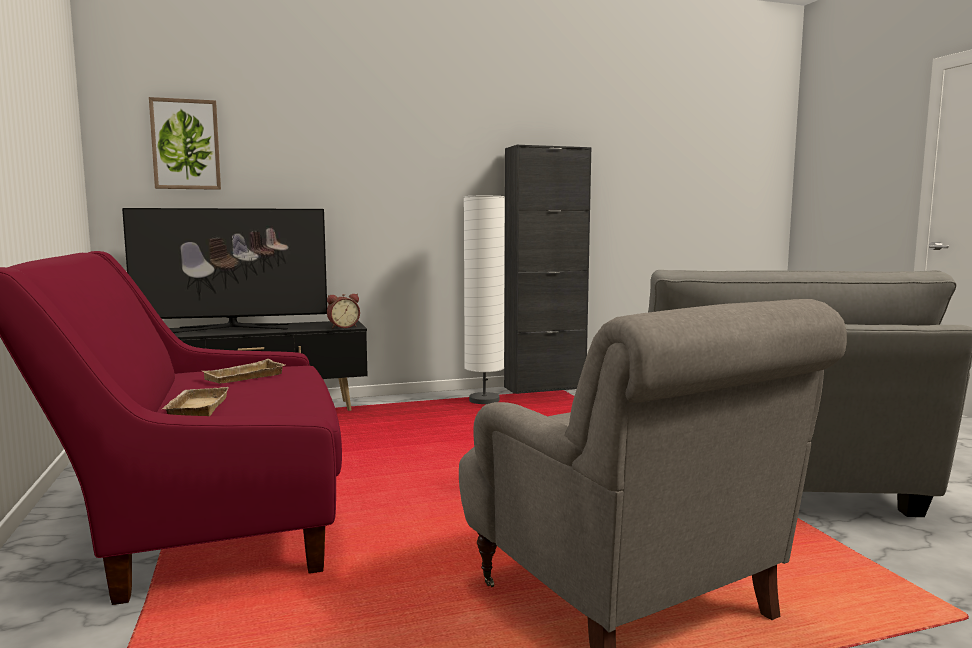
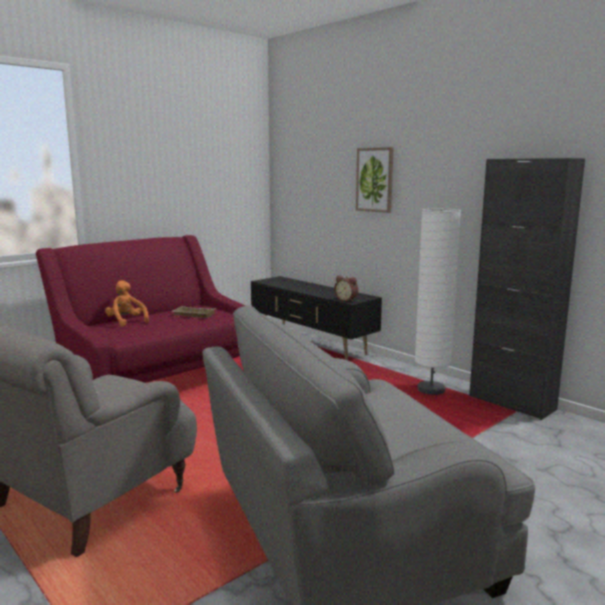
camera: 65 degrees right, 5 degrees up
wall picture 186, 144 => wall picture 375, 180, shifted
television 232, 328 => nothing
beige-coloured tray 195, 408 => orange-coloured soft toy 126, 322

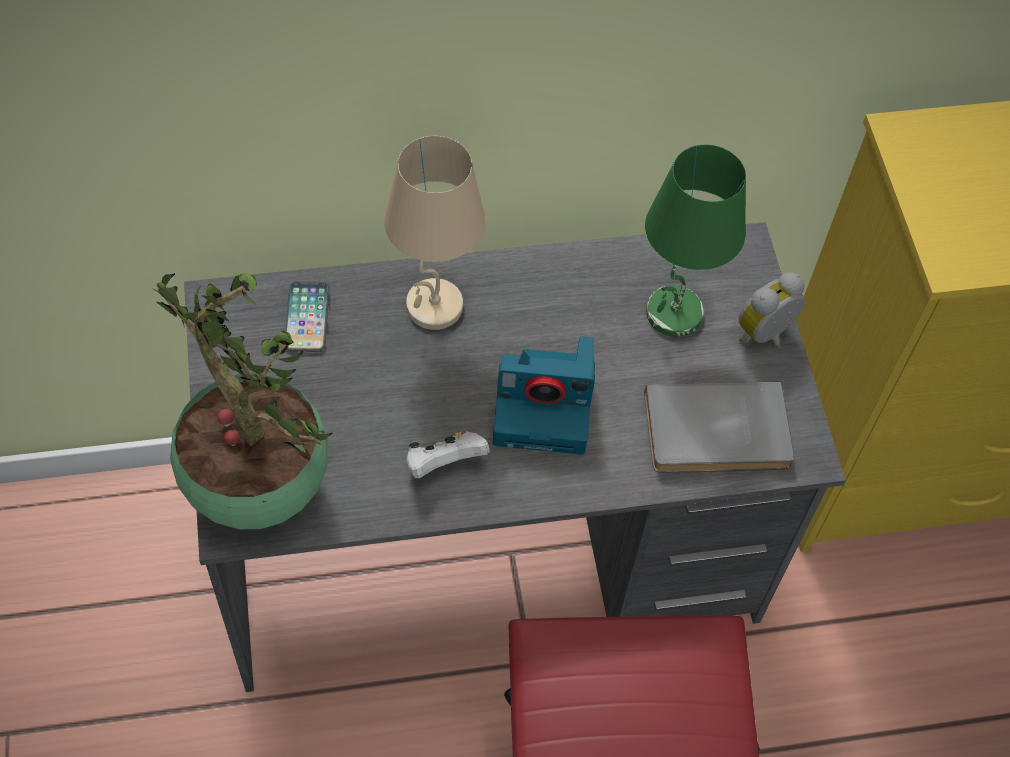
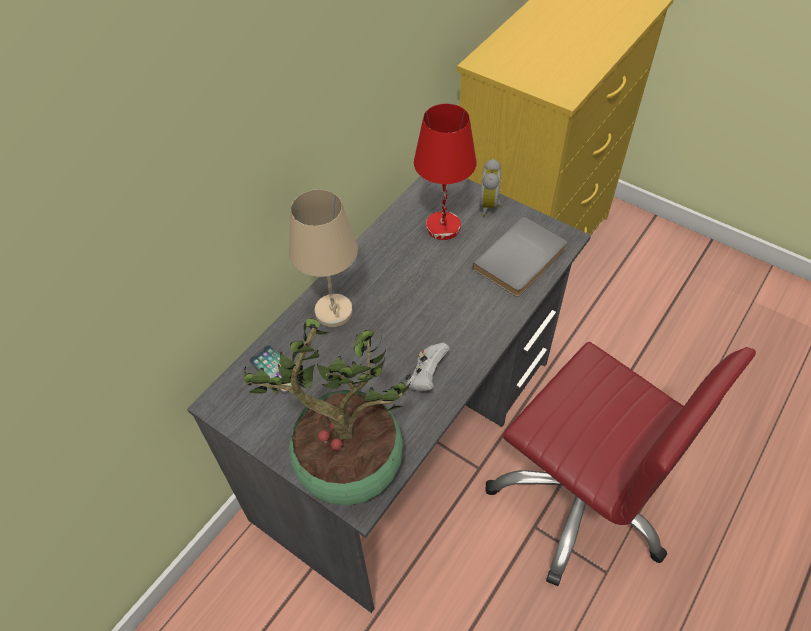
camera: 40 degrees left, 5 degrees down
green-coloured tabletop lamp 674, 314 => red tabletop lamp 443, 228
still camera 545, 405 => nothing

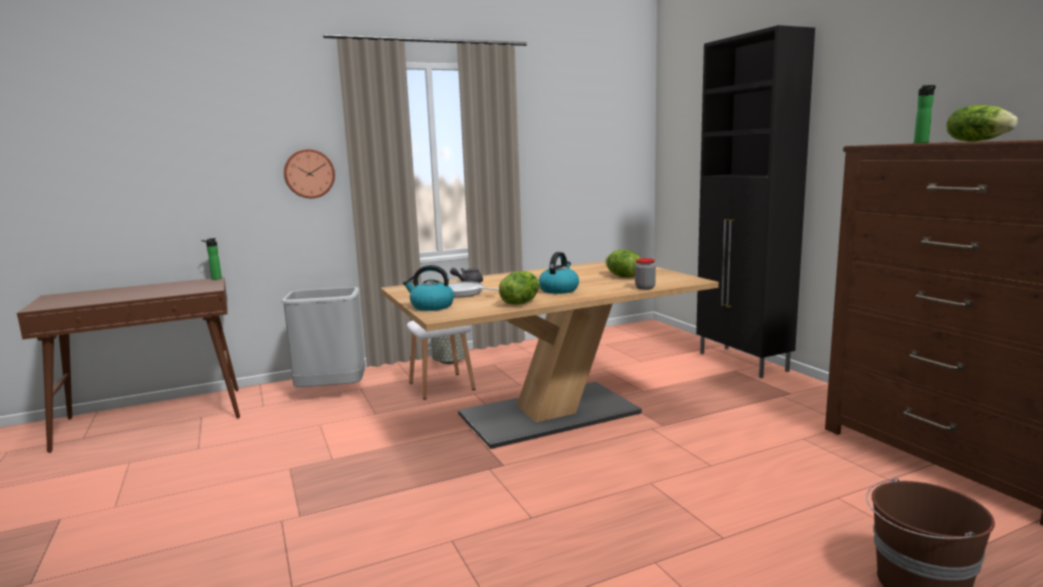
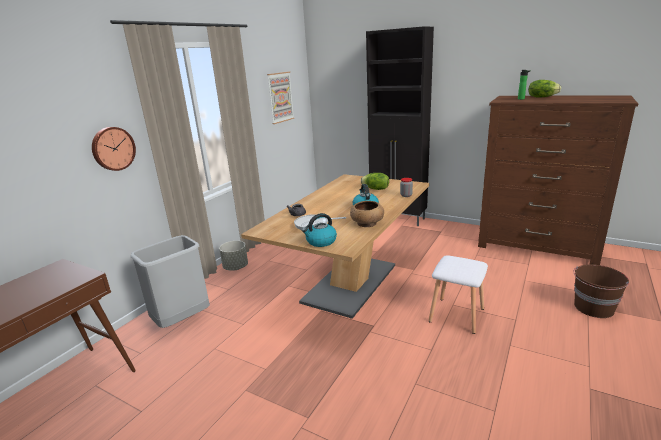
camera: 35 degrees left, 10 degrees up
beverage bottle 215, 279 => nothing
lettuce 520, 302 => brown serving bowl 367, 223
white-coloured stool 442, 385 => white-coloured stool 456, 314, shifted
nothing => wall picture 280, 97

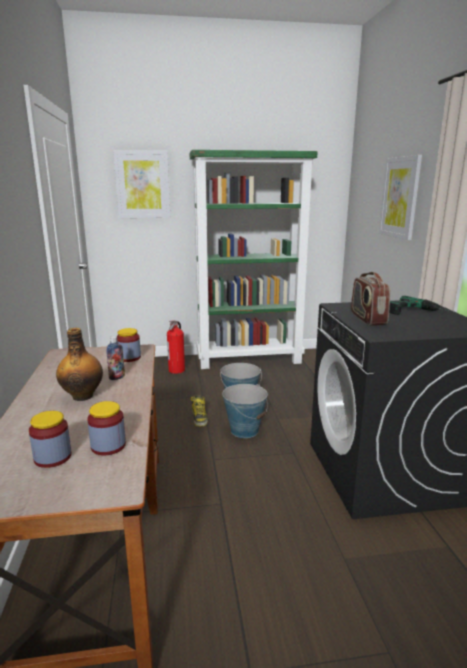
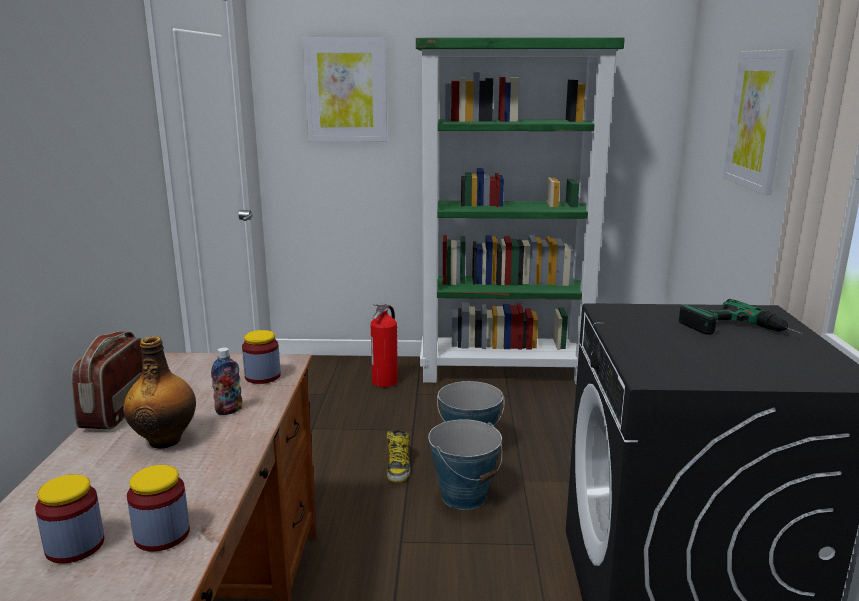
camera: 10 degrees right, 0 degrees up
radio 367, 319 => radio 116, 410, shifted

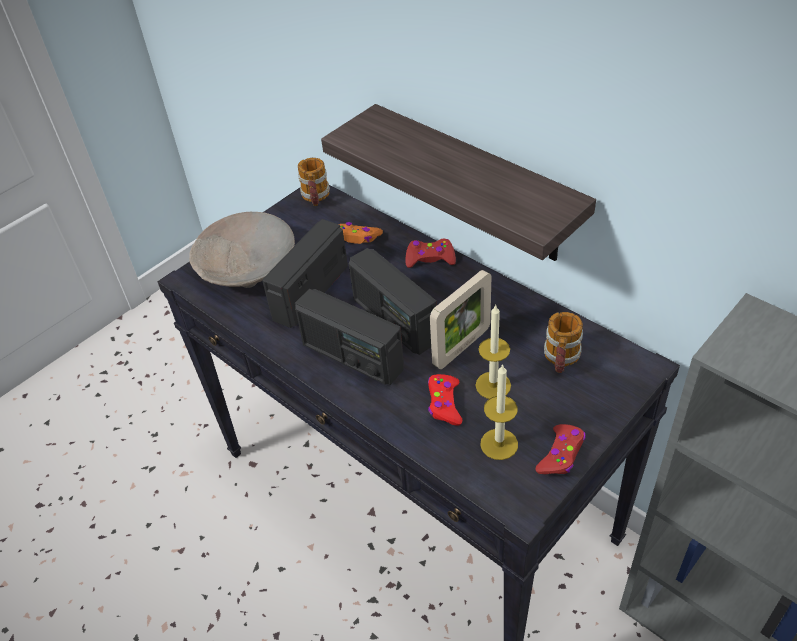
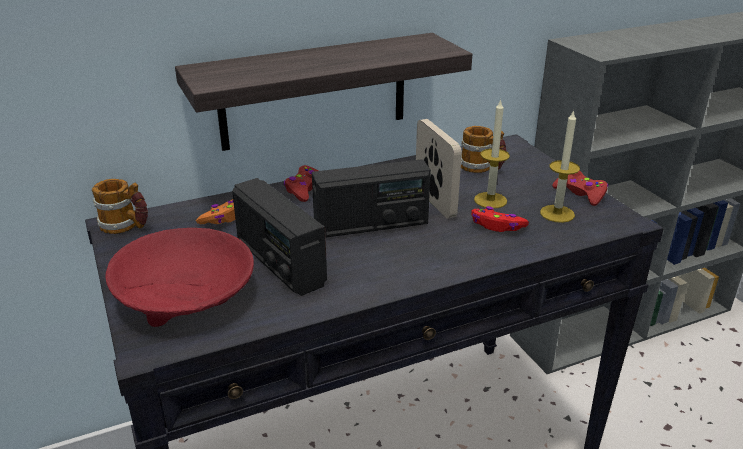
camera: 70 degrees left, 15 degrees down
beige-coloured serving bowl 248, 266 => red serving bowl 186, 295
radio 352, 356 => nothing

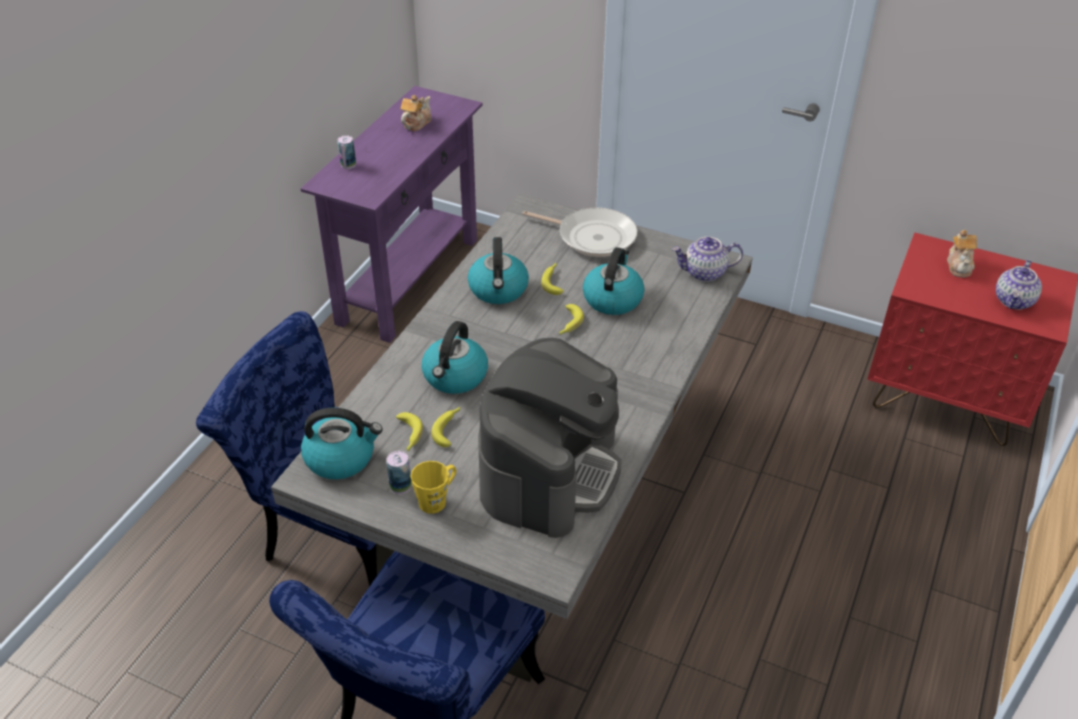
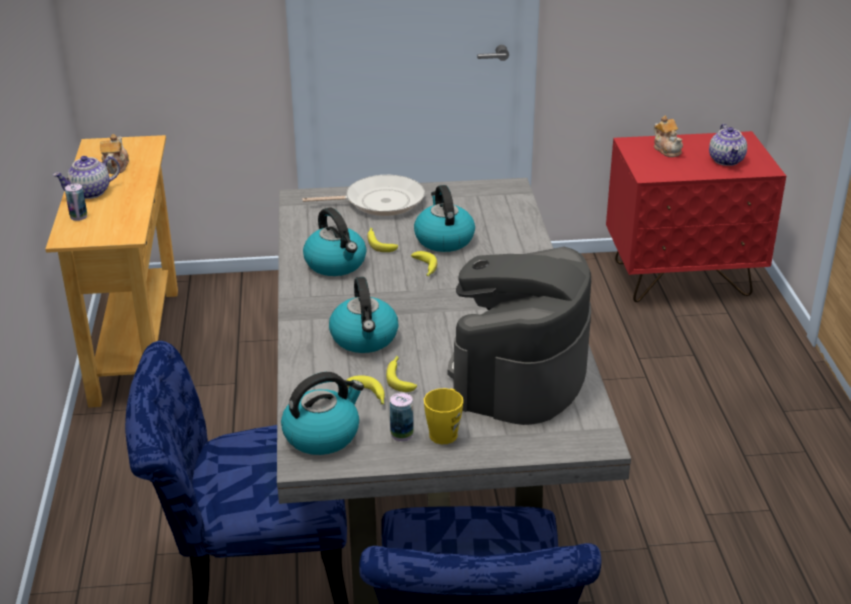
camera: 30 degrees left, 10 degrees down
purple-coloured hall table 408, 280 => beige-coloured hall table 136, 345
tea pot 704, 273 => tea pot 90, 193, shifted
coffee maker 549, 470 => coffee maker 519, 374, 150 degrees counterclockwise

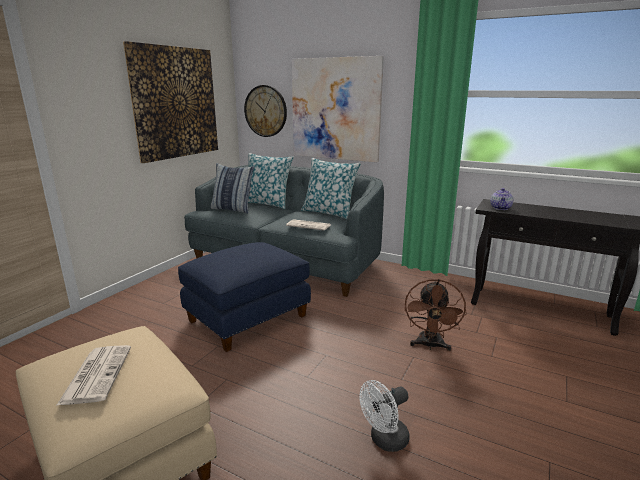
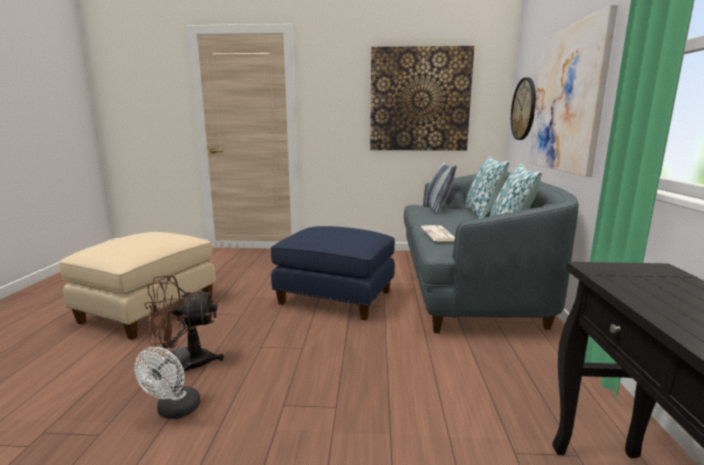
camera: 65 degrees right, 5 degrees down
tea pot 501, 208 => nothing
brown cooling fan 430, 345 => brown cooling fan 186, 363, shifted
printed paper 96, 374 => nothing
white-coloured cooling fan 384, 440 => white-coloured cooling fan 174, 411, 105 degrees counterclockwise

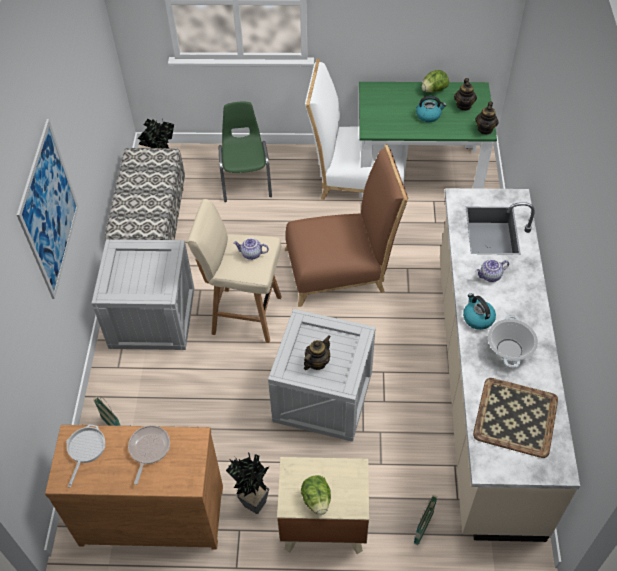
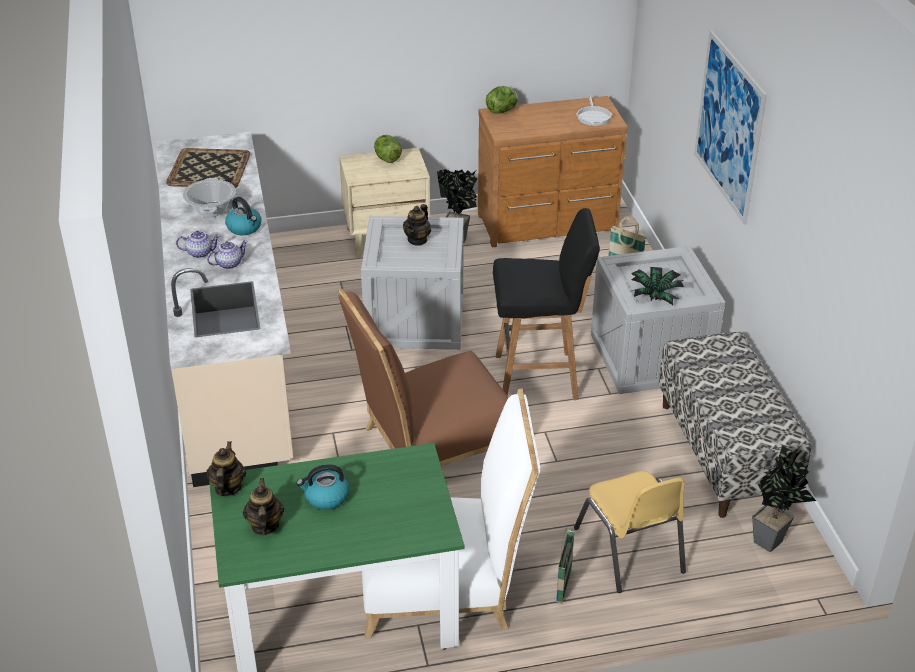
camera: 165 degrees right, 15 degrees down
lettuce 433, 90 => lettuce 502, 111, shifted
green-coloured chair 246, 179 => yellowish chair 629, 550
beige-coloured stool 244, 314 => black stool 539, 377
tea pot 251, 254 => tea pot 200, 253, shifted
frying pan 148, 449 => nothing
household basket 423, 528 => household basket 563, 586, shifted
nothing => plant in a pot 655, 296

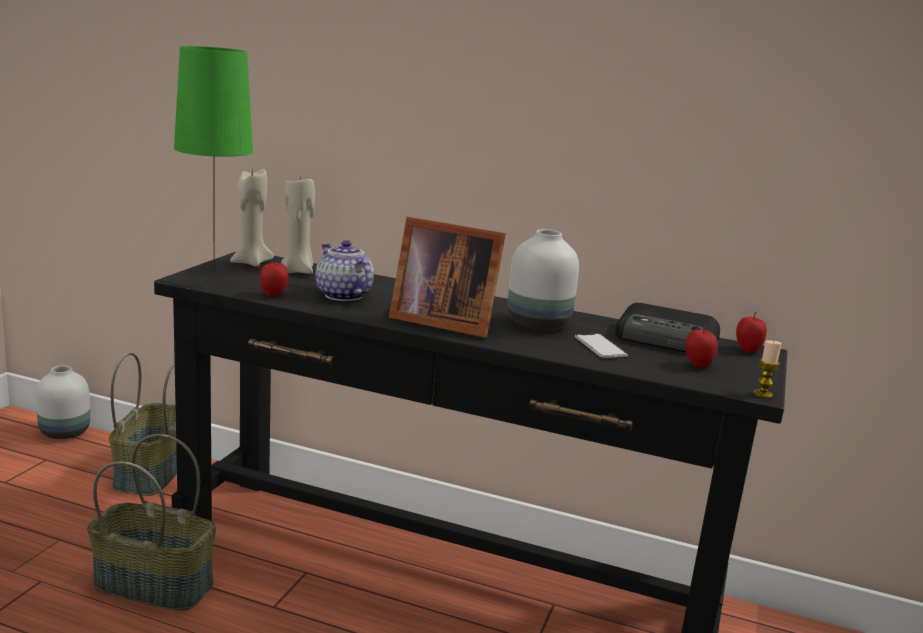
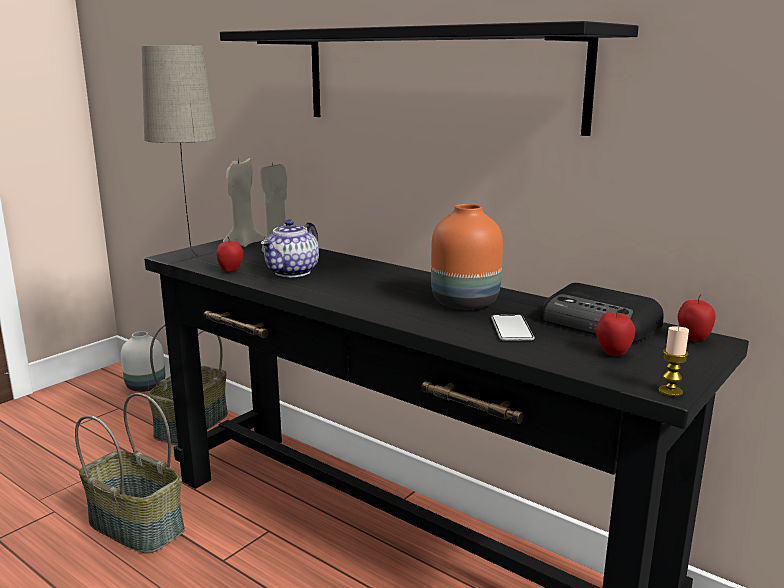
camera: 20 degrees right, 0 degrees up
green-coloured tabletop lamp 214, 283 => beige-coloured tabletop lamp 191, 260
photo frame 441, 321 => nothing
white-coloured vase 538, 323 => orange-coloured vase 466, 302
tea pot 342, 295 => tea pot 293, 272, 135 degrees counterclockwise
nothing => black bracket shelf 435, 78

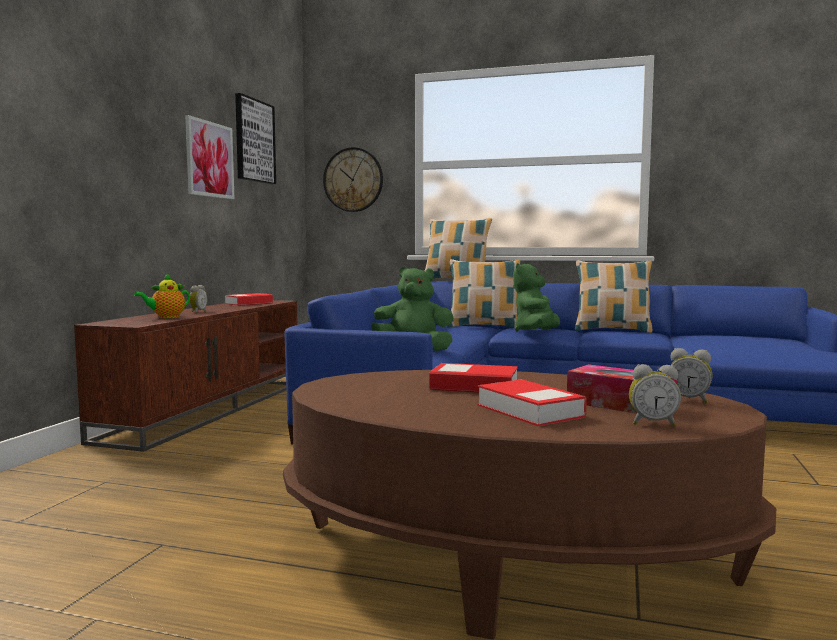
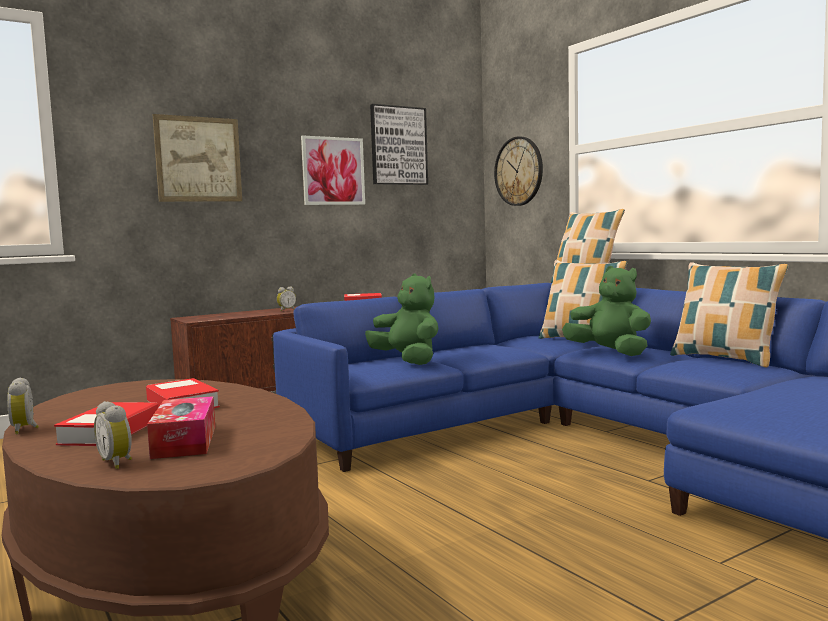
camera: 40 degrees right, 0 degrees up
green-coloured soft toy 536, 332 => green-coloured soft toy 610, 353, 75 degrees clockwise
tea pot 166, 317 => nothing
alarm clock 688, 400 => alarm clock 26, 429, shifted
nothing => wall picture 198, 159

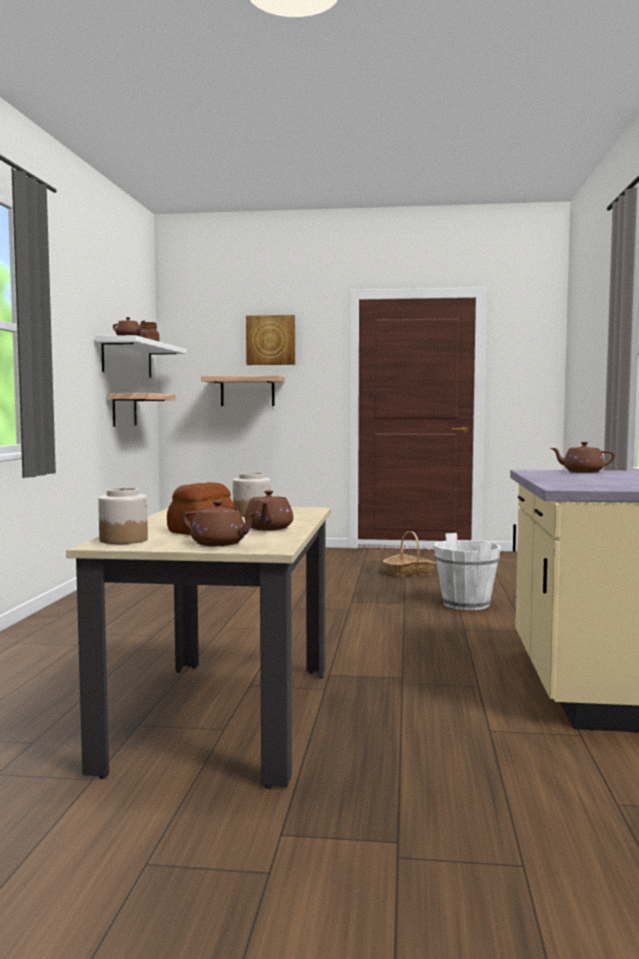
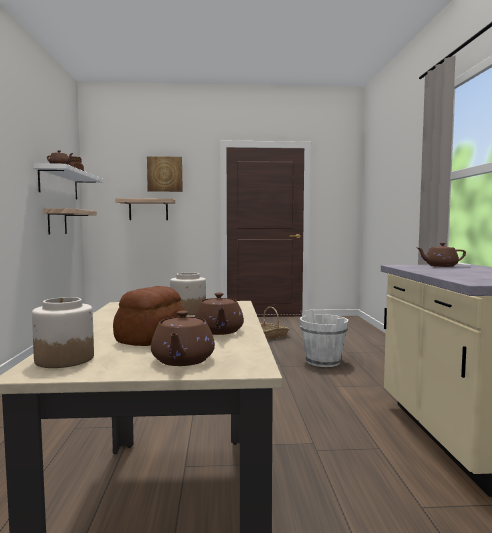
camera: 10 degrees left, 0 degrees up
brown tea pot 219, 543 => brown tea pot 182, 360, 75 degrees clockwise

